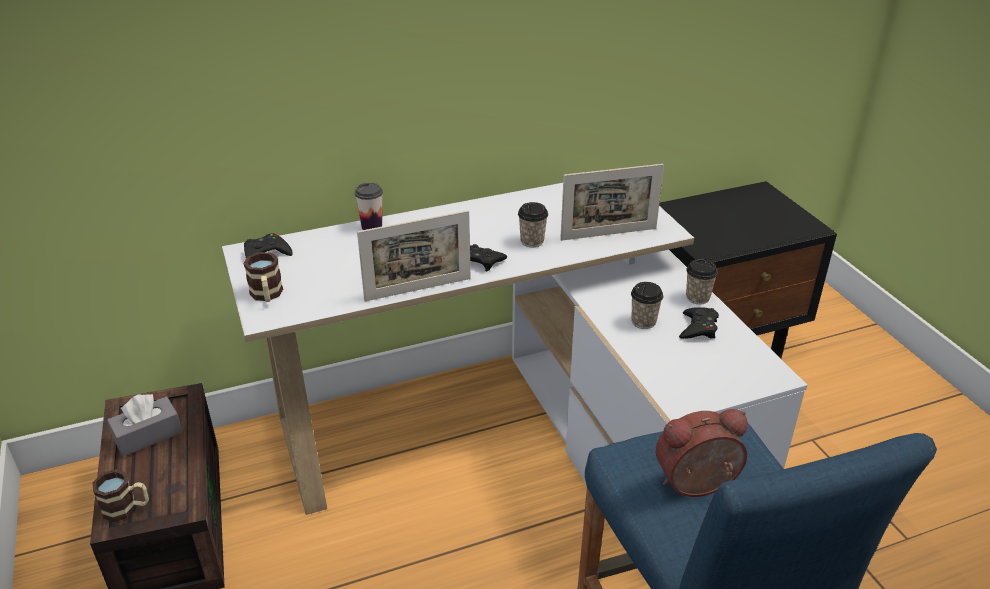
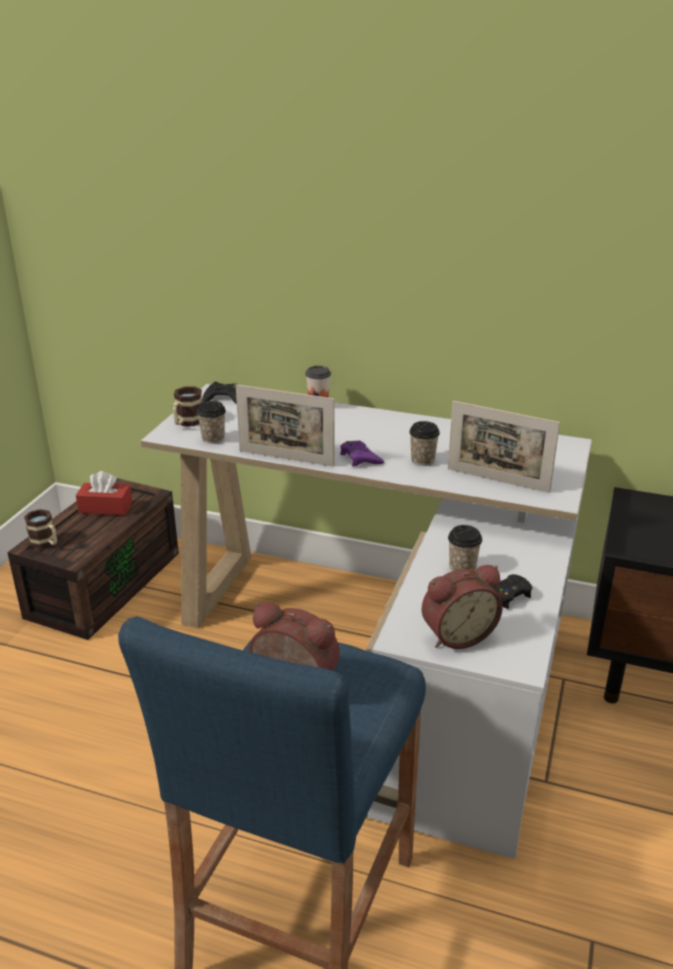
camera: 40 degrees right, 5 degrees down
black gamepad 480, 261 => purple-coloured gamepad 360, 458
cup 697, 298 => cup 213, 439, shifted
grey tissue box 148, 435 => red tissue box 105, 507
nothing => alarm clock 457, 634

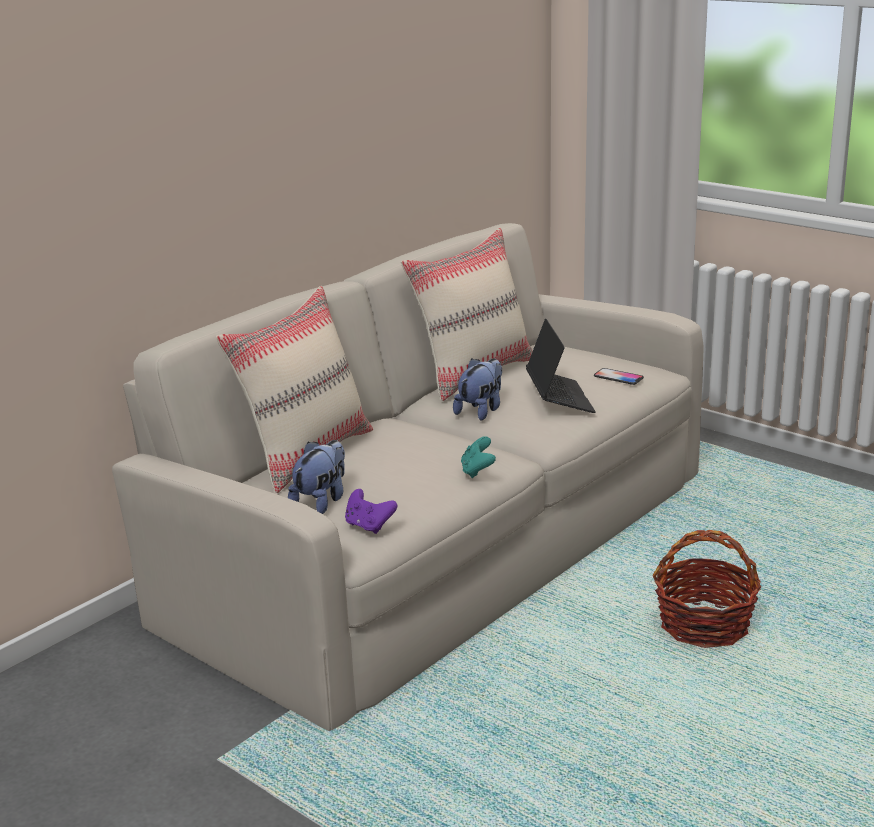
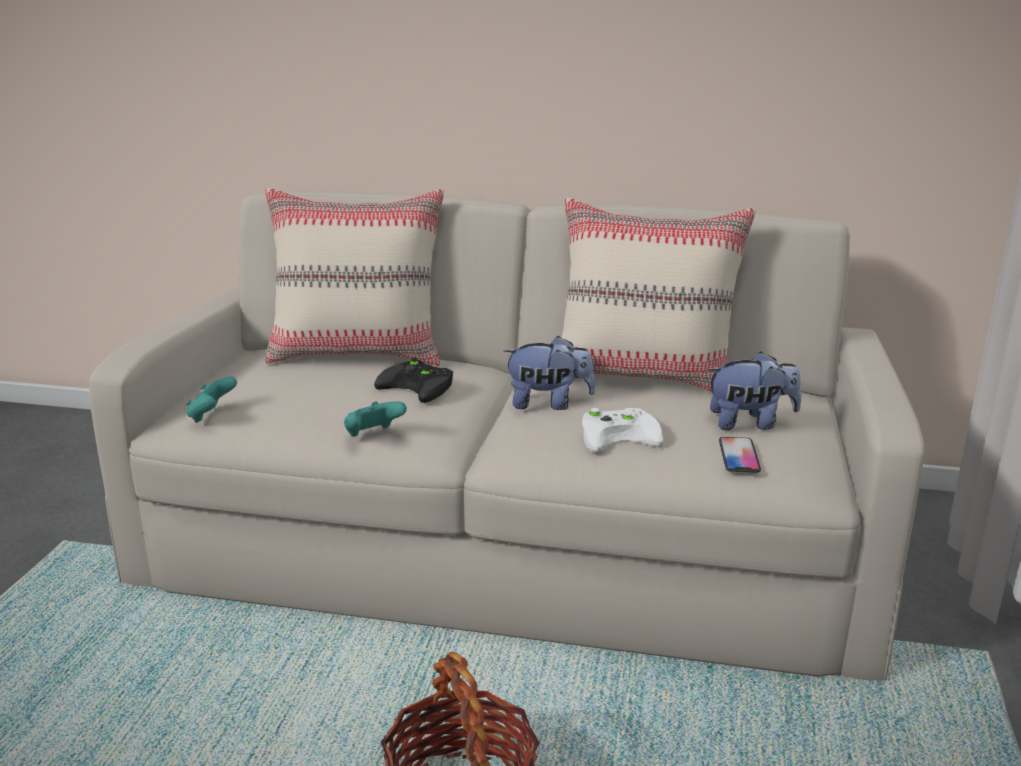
camera: 60 degrees right, 0 degrees up
notebook computer 559, 399 => white-coloured gamepad 620, 434
soft toy 321, 501 => soft toy 750, 423, shifted
purple-coloured gamepad 369, 526 => blue-green gamepad 212, 416
nothing => black gamepad 420, 386

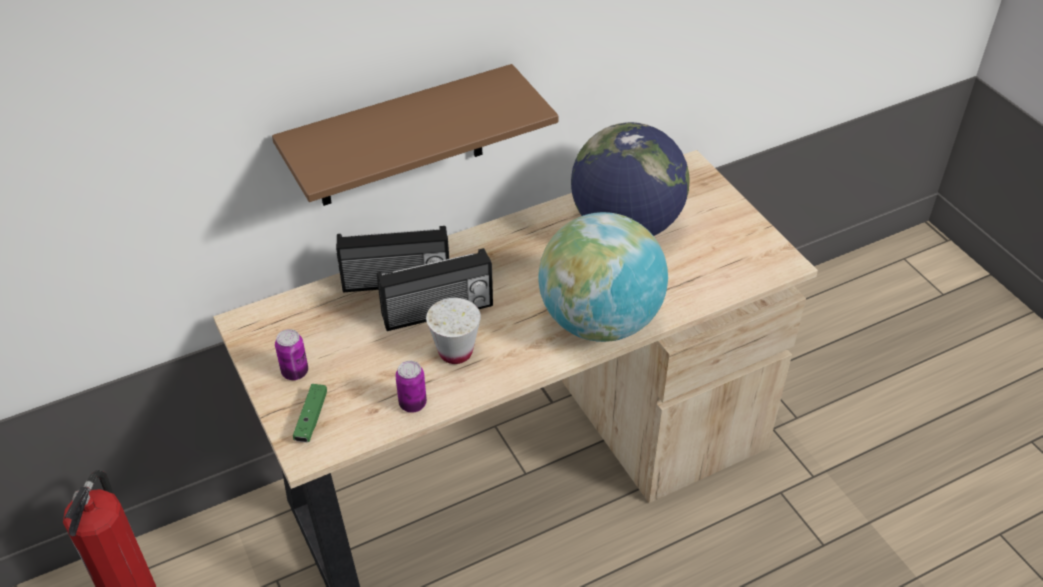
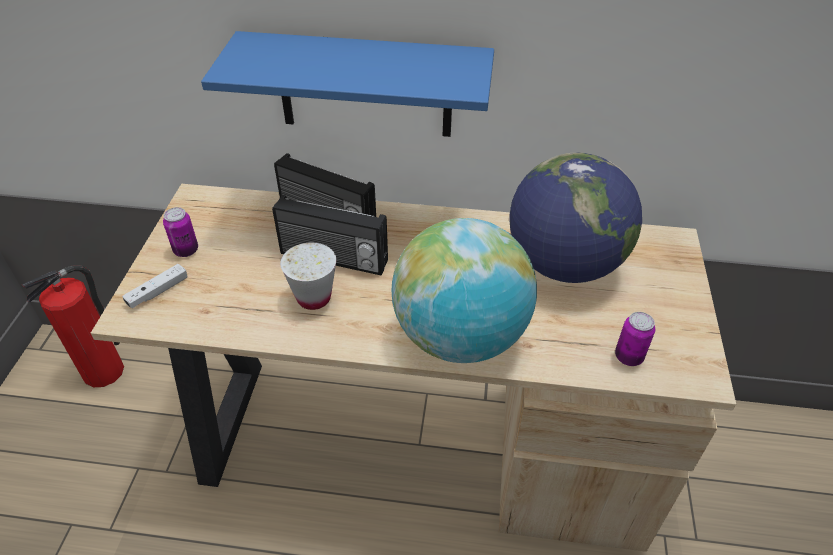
camera: 35 degrees right, 0 degrees up
brown bracket shelf 400, 138 => blue-coloured bracket shelf 365, 86
metal can 412, 404 => metal can 628, 357, shifted
green-coloured gamepad 311, 418 => white-coloured gamepad 158, 292

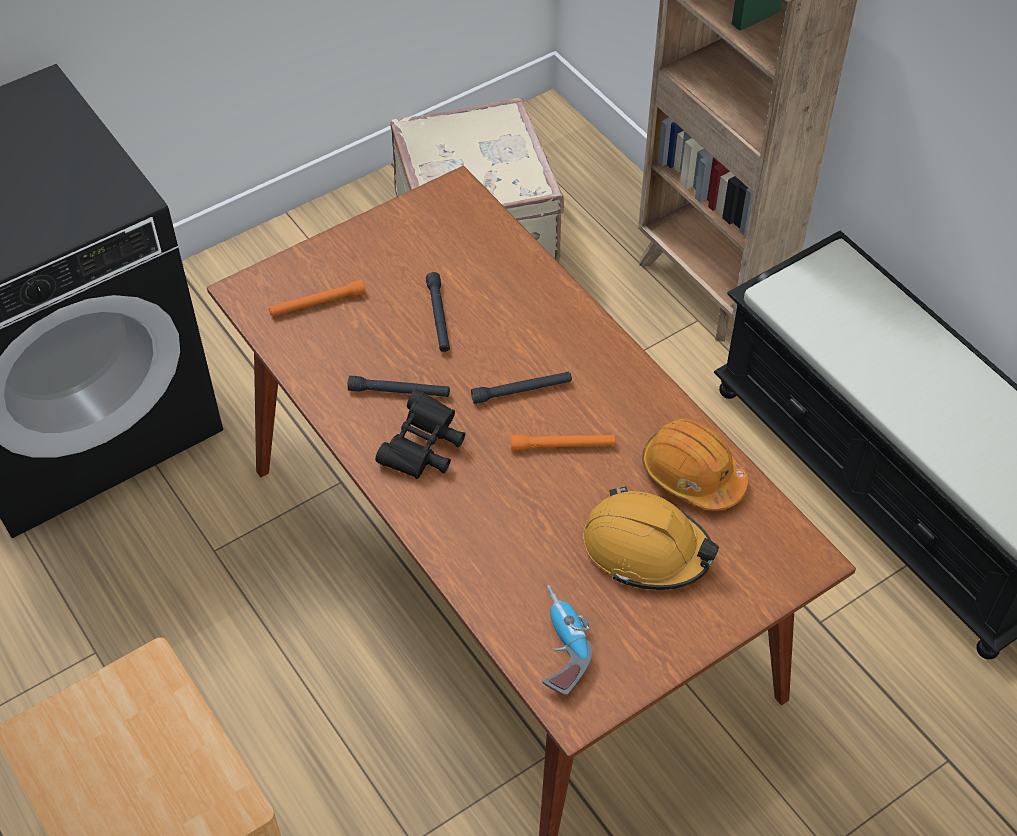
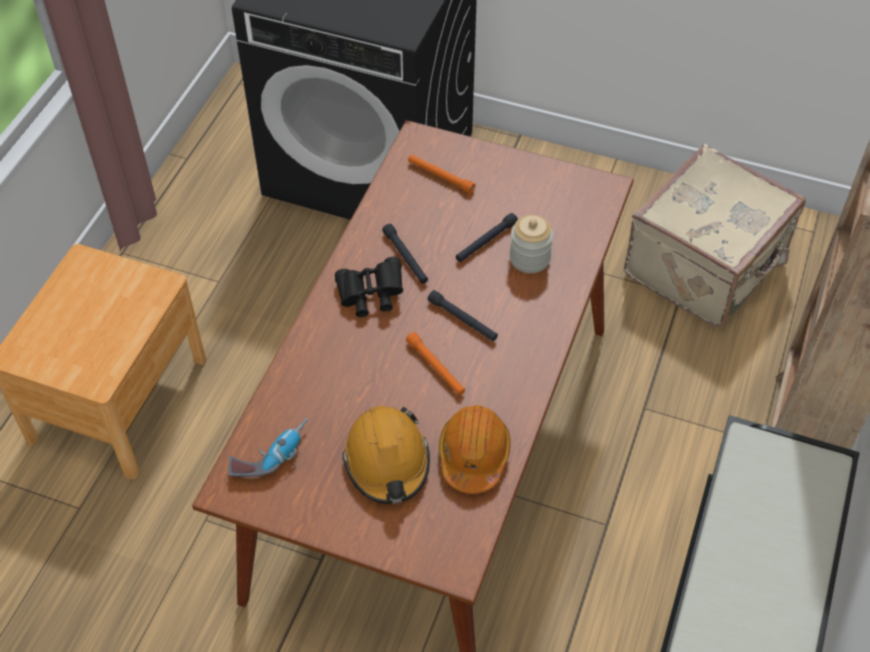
camera: 55 degrees right, 0 degrees up
nothing => preserve jar 529, 258

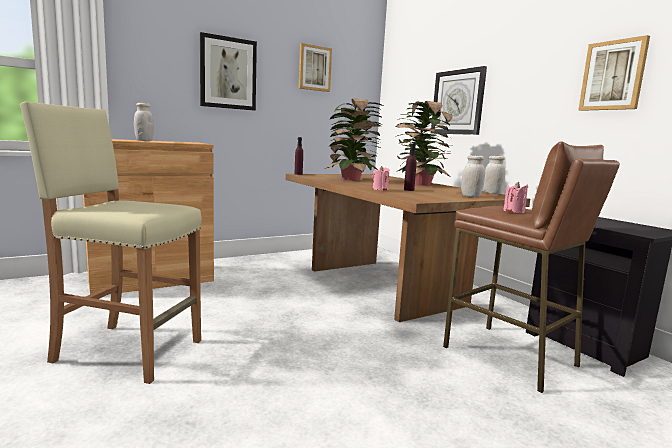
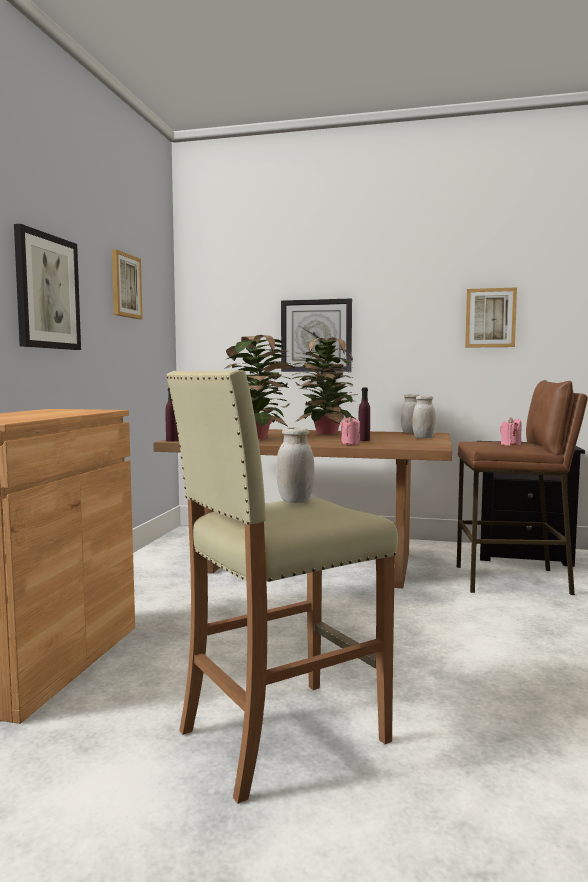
camera: 45 degrees left, 5 degrees down
white-coloured preserve jar 144, 140 => white-coloured preserve jar 295, 500, shifted

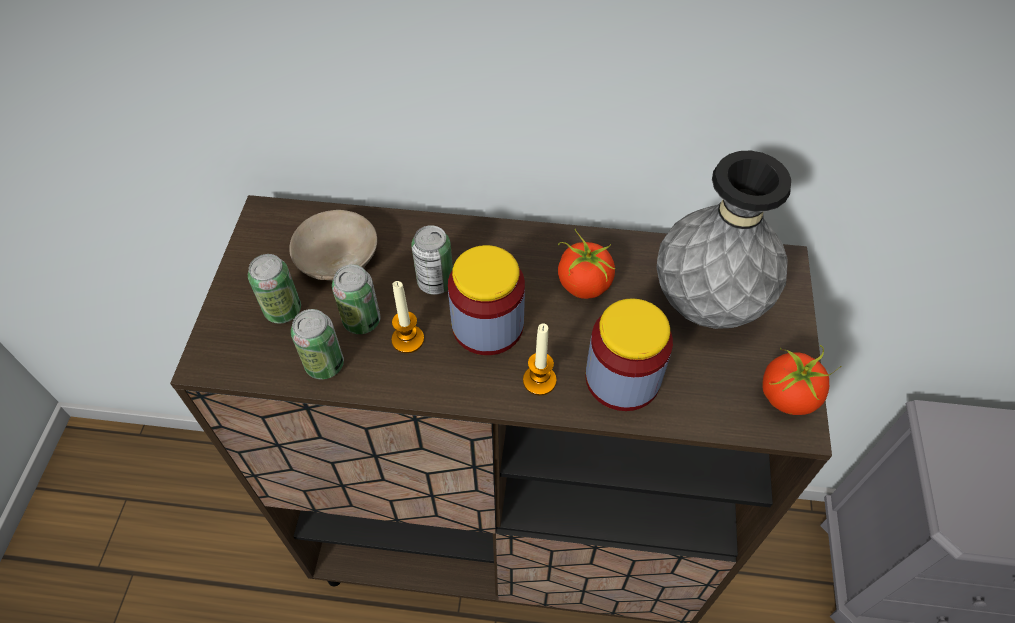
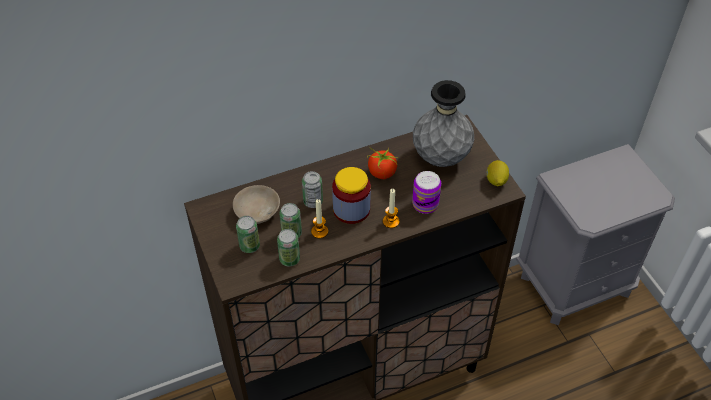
camera: 30 degrees left, 5 degrees down
preserve jar 622, 378 => metal can 425, 204
tomato 787, 396 => whole lemon 496, 181

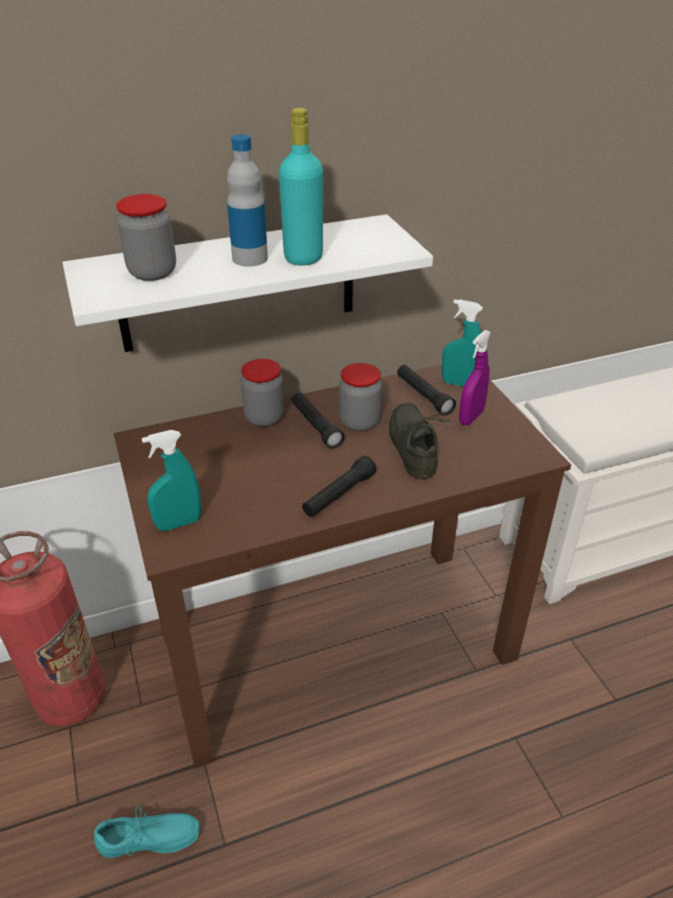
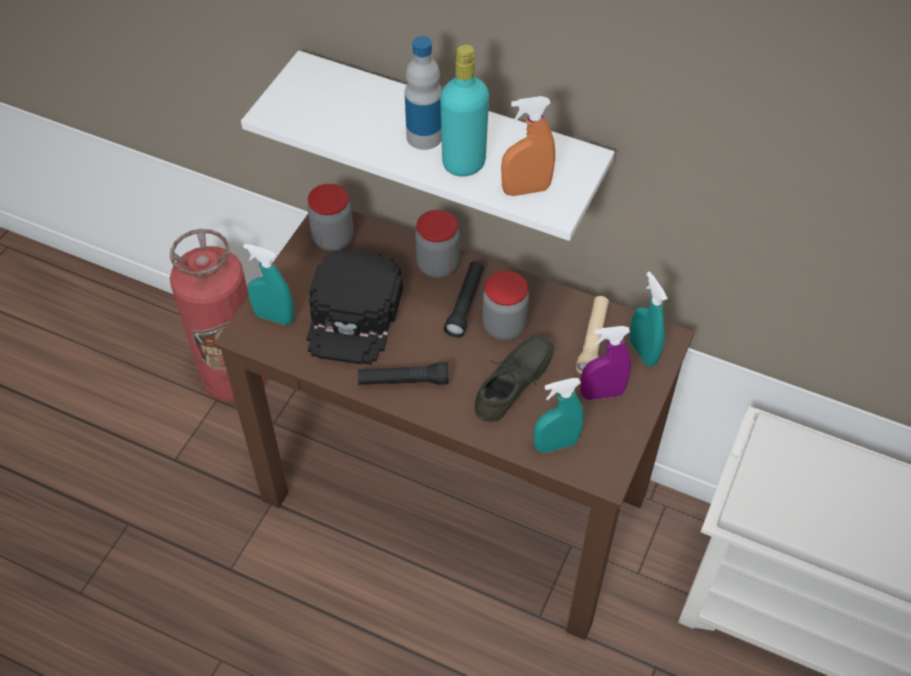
camera: 45 degrees right, 15 degrees up
preserve jar 152, 272 => preserve jar 333, 239, shifted
black hand torch 424, 396 => beige-coloured hand torch 593, 340
blue-green low shoe 149, 843 => nothing
nothing => orange-coloured hand sprayer 526, 190
nothing => black baseball cap 354, 314
nothing => blue-green hand sprayer 555, 445

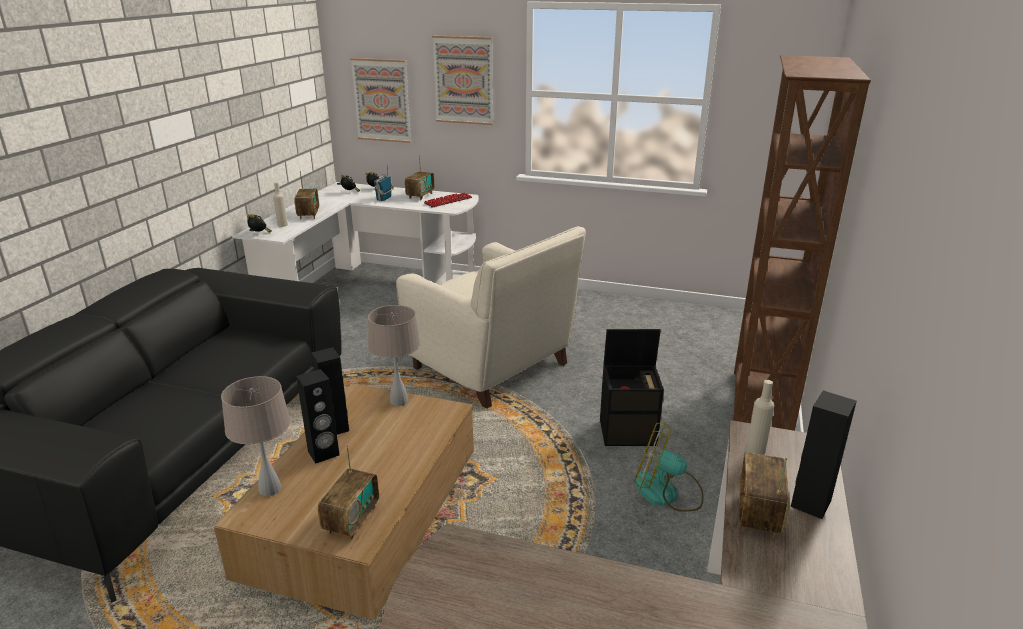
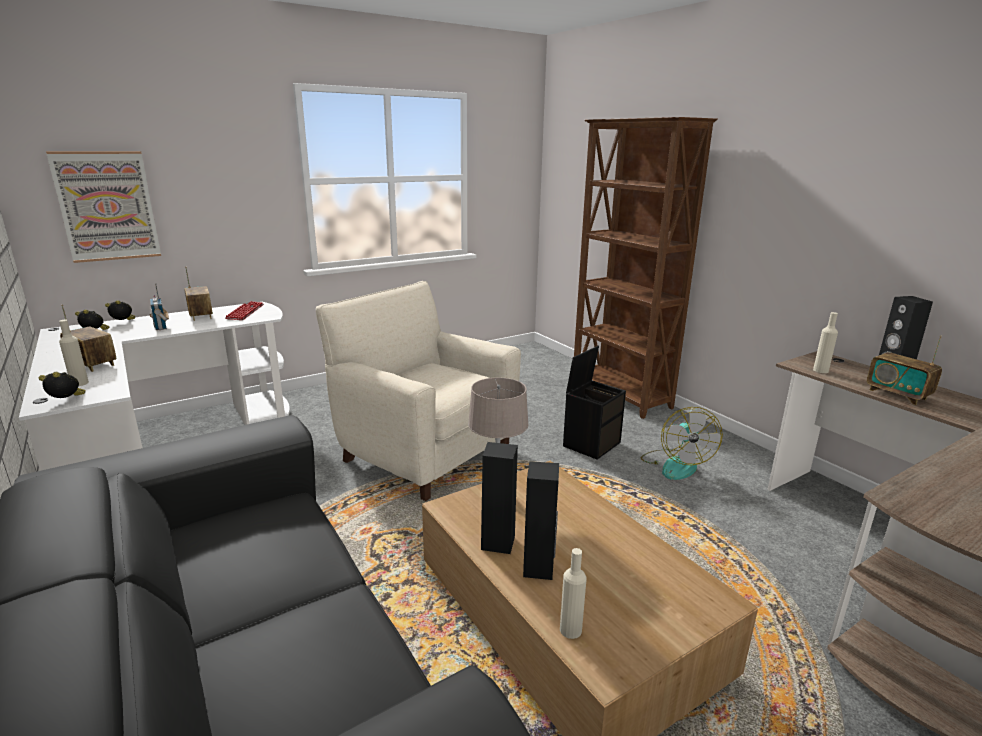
camera: 50 degrees left, 5 degrees down
wall picture 463, 80 => nothing
beige-coloured armchair 492, 368 => beige-coloured armchair 425, 453, 135 degrees counterclockwise
beige-coloured tabletop lamp 270, 489 => beige-coloured beverage bottle 570, 630
cooling fan 666, 493 => cooling fan 676, 464, 60 degrees counterclockwise
radio 351, 520 => nothing

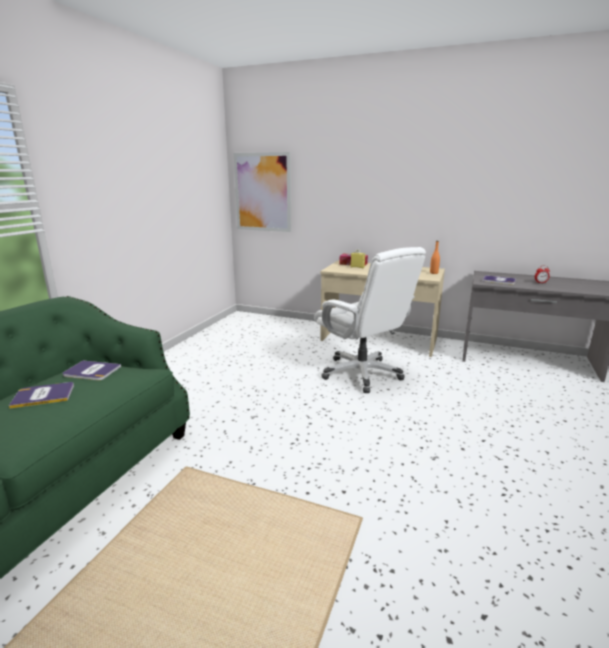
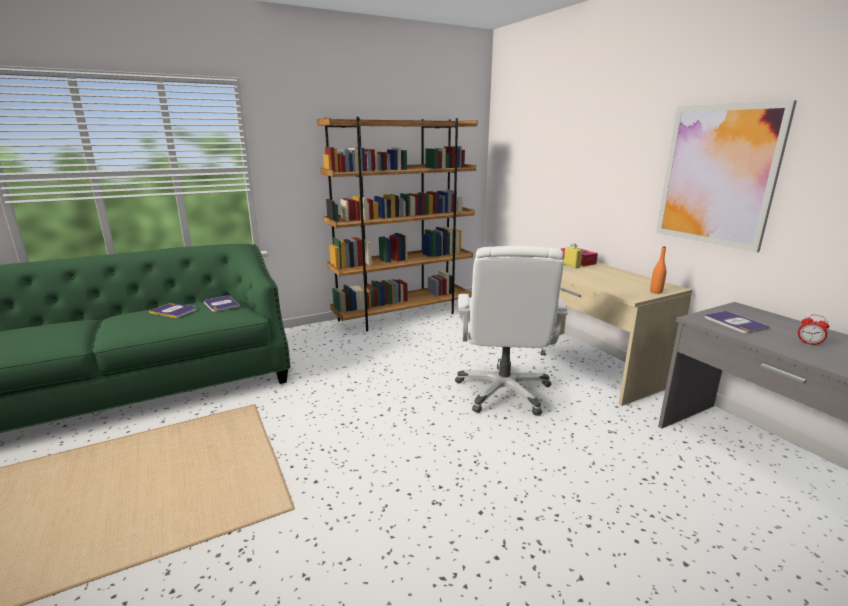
camera: 40 degrees right, 0 degrees up
wall picture 263, 192 => wall picture 717, 175, shifted
nothing => brown bookcase 403, 315

